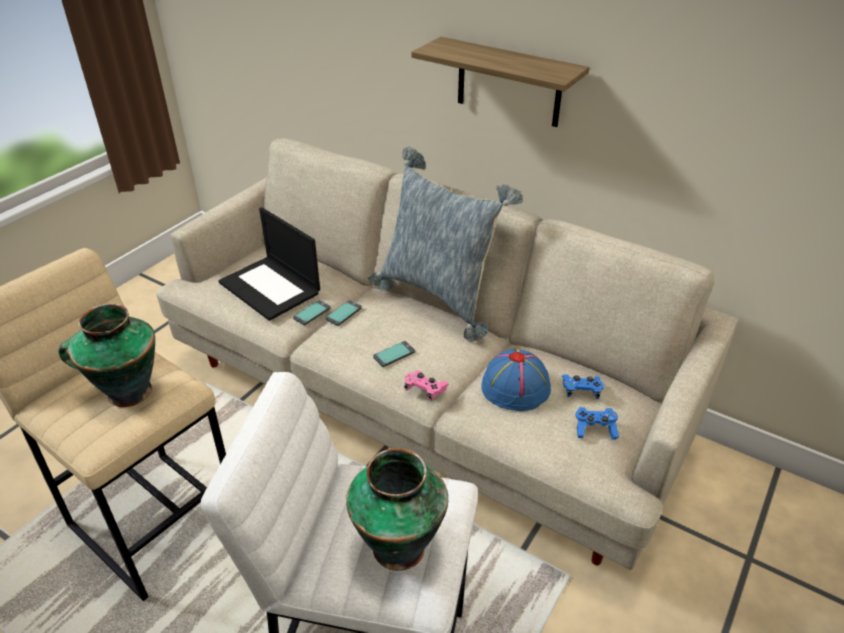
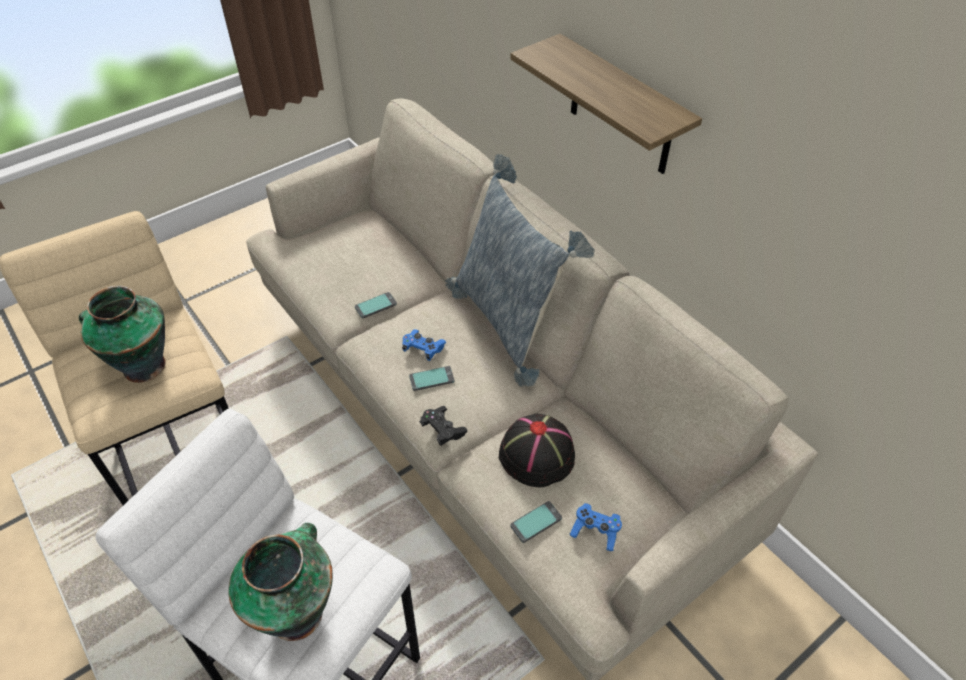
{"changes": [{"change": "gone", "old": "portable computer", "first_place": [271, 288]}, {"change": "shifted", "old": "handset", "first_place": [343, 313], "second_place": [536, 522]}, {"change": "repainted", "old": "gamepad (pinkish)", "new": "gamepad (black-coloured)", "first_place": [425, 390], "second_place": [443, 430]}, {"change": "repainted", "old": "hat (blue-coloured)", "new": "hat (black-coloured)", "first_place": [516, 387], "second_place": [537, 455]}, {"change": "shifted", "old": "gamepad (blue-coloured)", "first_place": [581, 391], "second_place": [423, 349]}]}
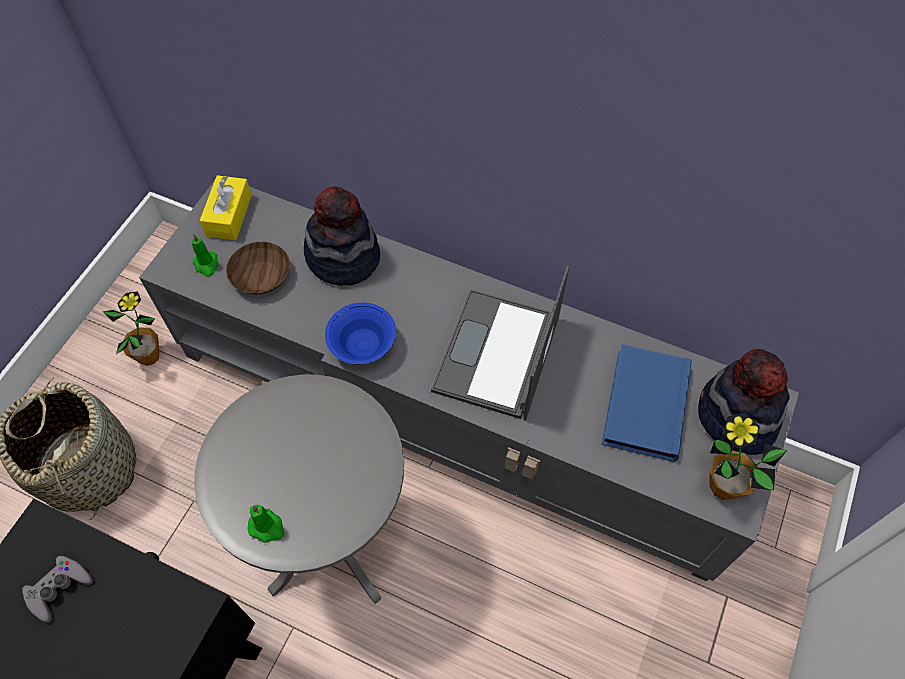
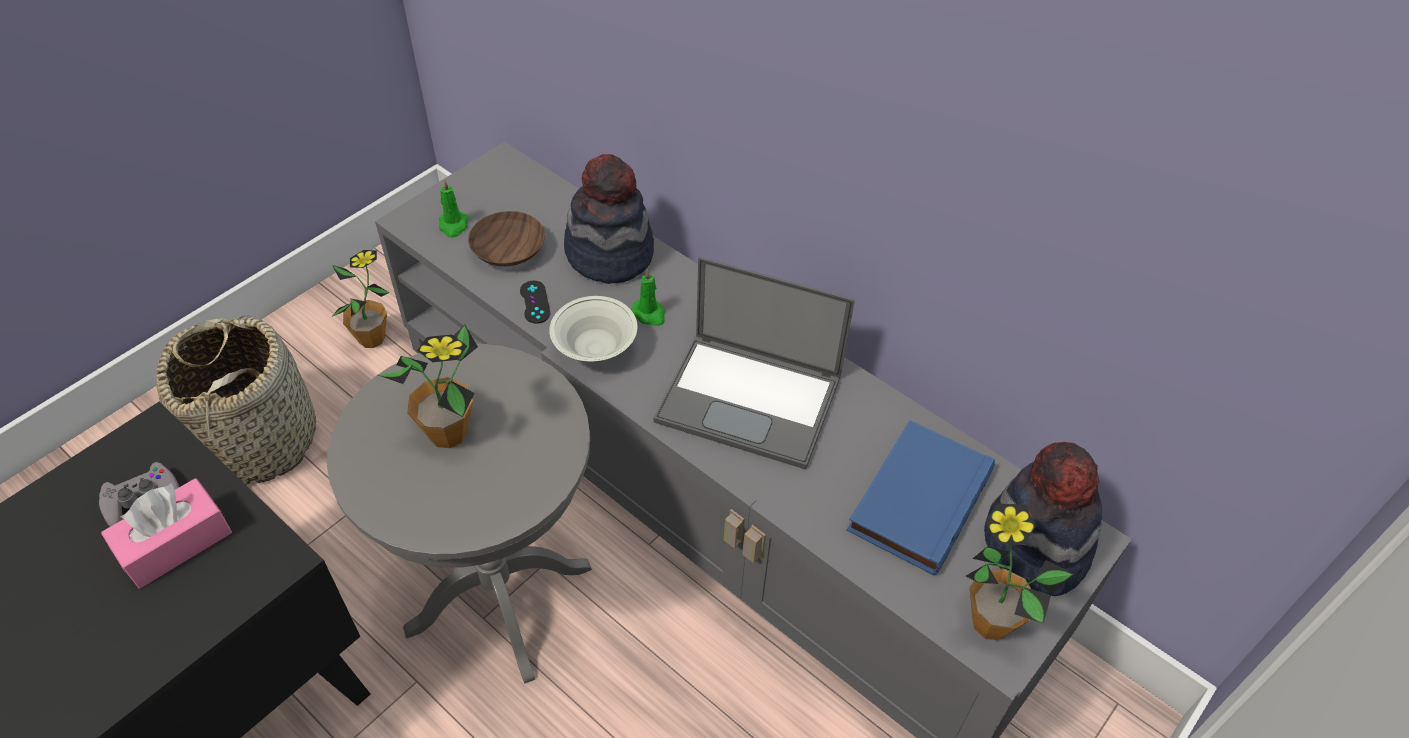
{"changes": [{"change": "gone", "old": "tissue holder (yellow-coloured)", "first_place": [229, 215]}, {"change": "shifted", "old": "candle (green)", "first_place": [267, 527], "second_place": [649, 314]}, {"change": "repainted", "old": "serving bowl (blue-coloured)", "new": "serving bowl (whitish)", "first_place": [363, 346], "second_place": [595, 350]}, {"change": "rotated", "old": "portable computer", "first_place": [497, 356], "second_place": [751, 399], "degrees": -105}, {"change": "new", "new": "tissue holder (pinkish)", "second_place": [175, 543]}, {"change": "new", "new": "plant in a pot", "second_place": [448, 433]}, {"change": "new", "new": "gamepad (black-coloured)", "second_place": [535, 302]}]}
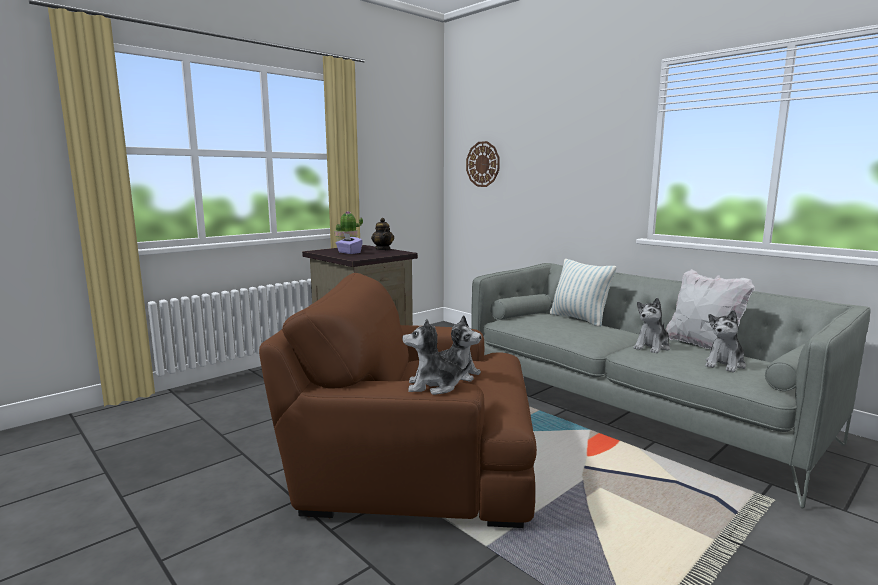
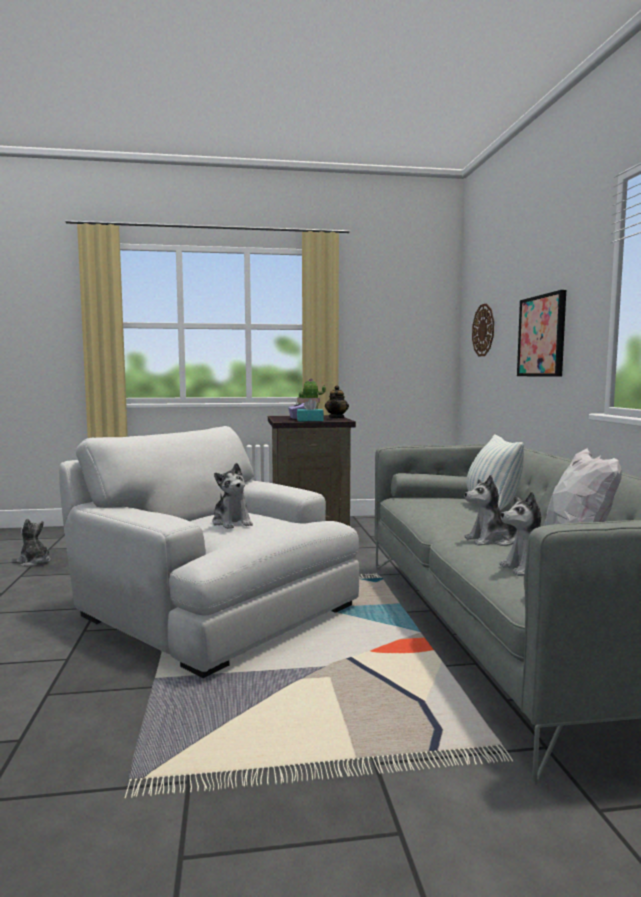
{"changes": [{"change": "repainted", "old": "lounge chair (brown-coloured)", "new": "lounge chair (whitish)", "first_place": [413, 462], "second_place": [213, 609]}, {"change": "shifted", "old": "plush toy", "first_place": [434, 386], "second_place": [34, 562]}, {"change": "new", "new": "tissue holder (blue-green)", "second_place": [310, 420]}, {"change": "new", "new": "wall picture", "second_place": [542, 336]}]}
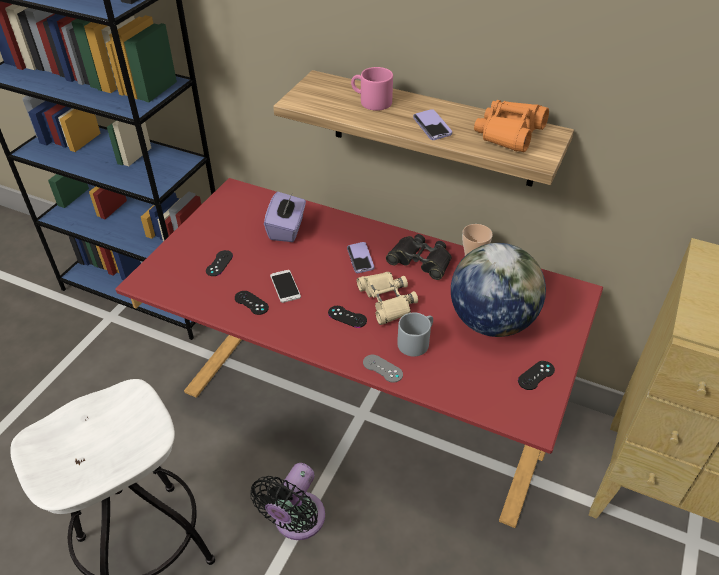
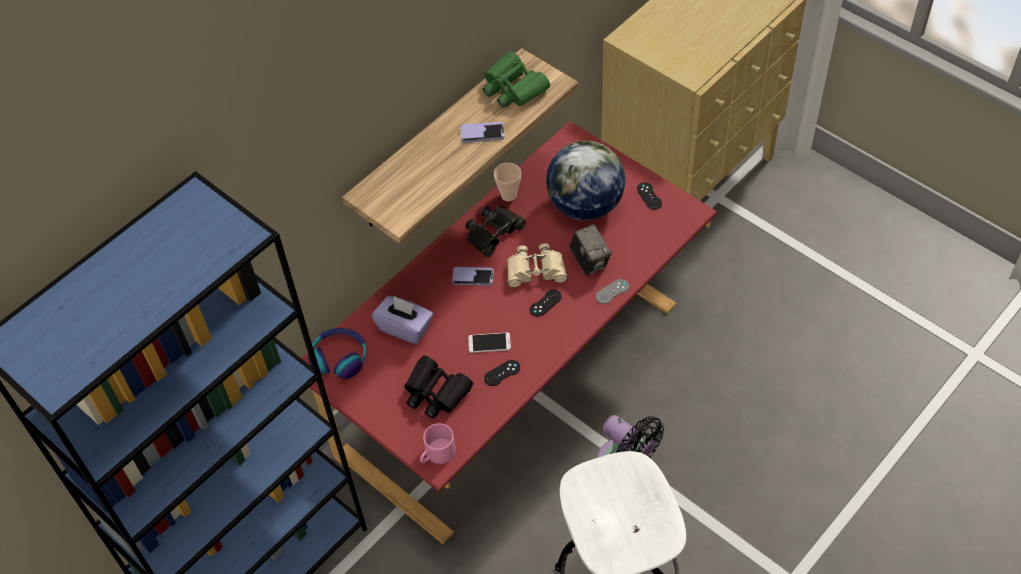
{"changes": [{"change": "swapped", "old": "gamepad (black-coloured)", "new": "pair of binoculars (black-coloured)", "first_place": [219, 263], "second_place": [435, 393]}, {"change": "shifted", "old": "tea mug (pinkish)", "first_place": [370, 101], "second_place": [437, 454]}, {"change": "swapped", "old": "tea mug (gray)", "new": "photo camera", "first_place": [416, 341], "second_place": [590, 261]}, {"change": "repainted", "old": "pair of binoculars (orangey)", "new": "pair of binoculars (green)", "first_place": [509, 133], "second_place": [513, 88]}, {"change": "new", "new": "headset", "second_place": [339, 357]}]}
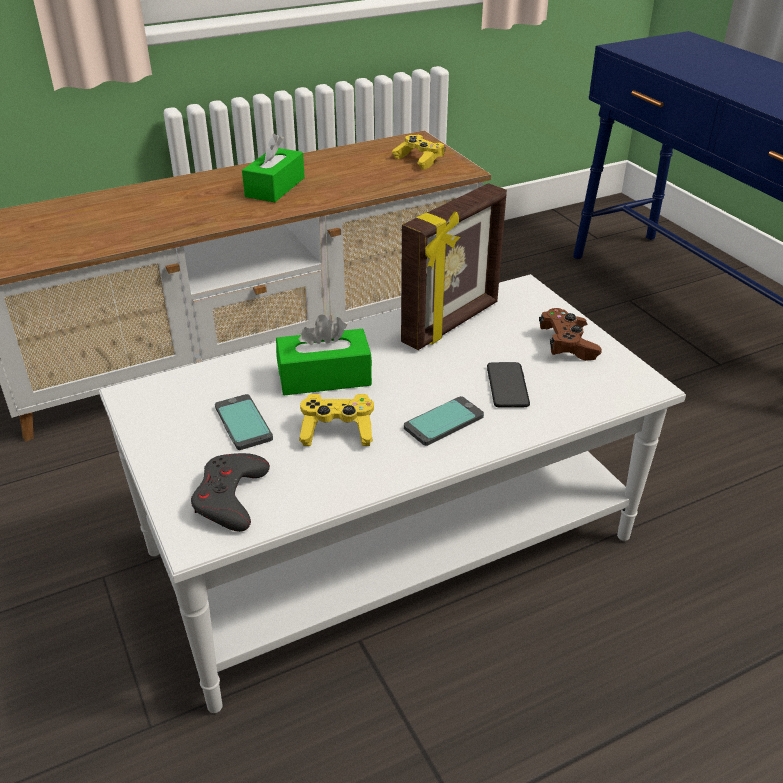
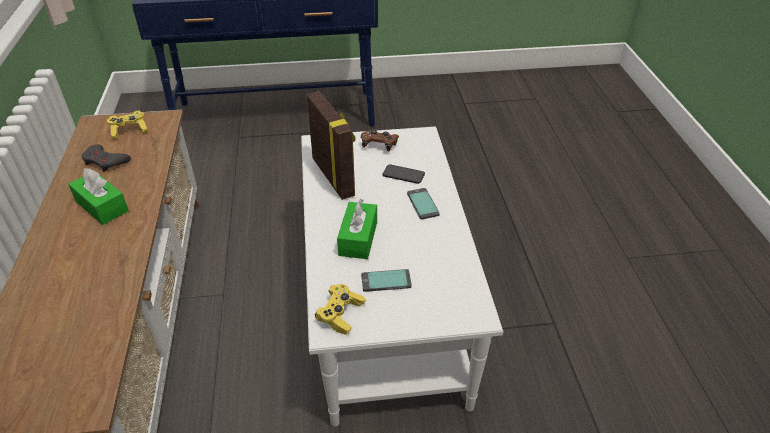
{"changes": [{"change": "shifted", "old": "gamepad (gray)", "first_place": [230, 497], "second_place": [105, 161]}, {"change": "shifted", "old": "gamepad (yellow-coloured)", "first_place": [337, 431], "second_place": [340, 314]}]}
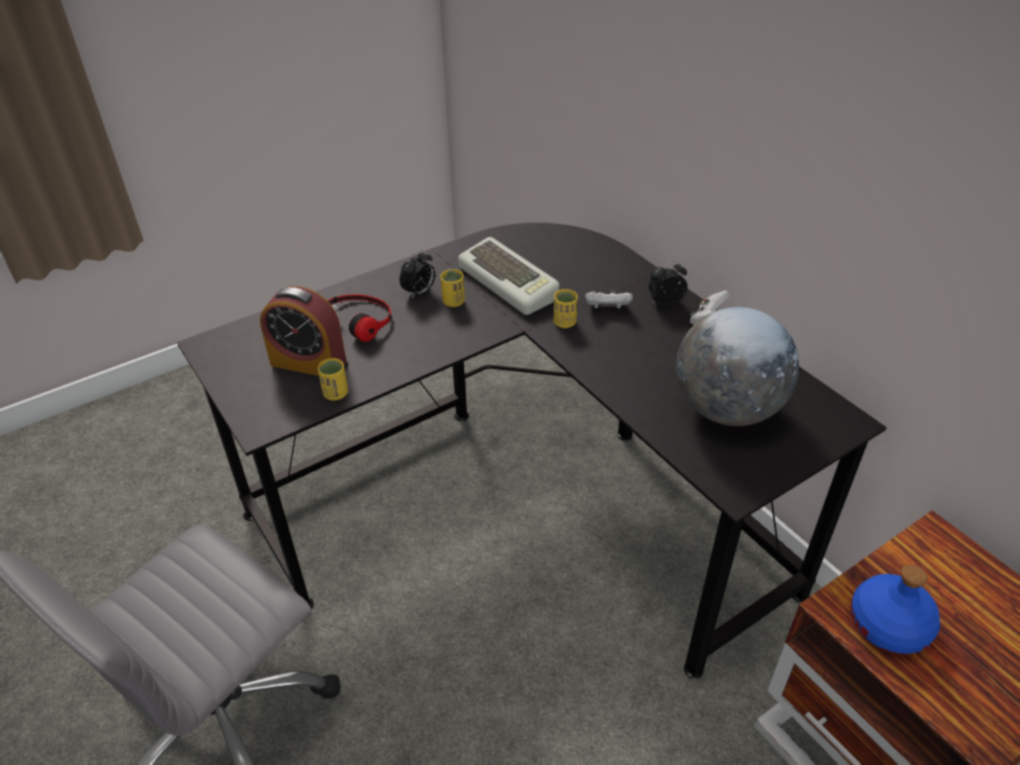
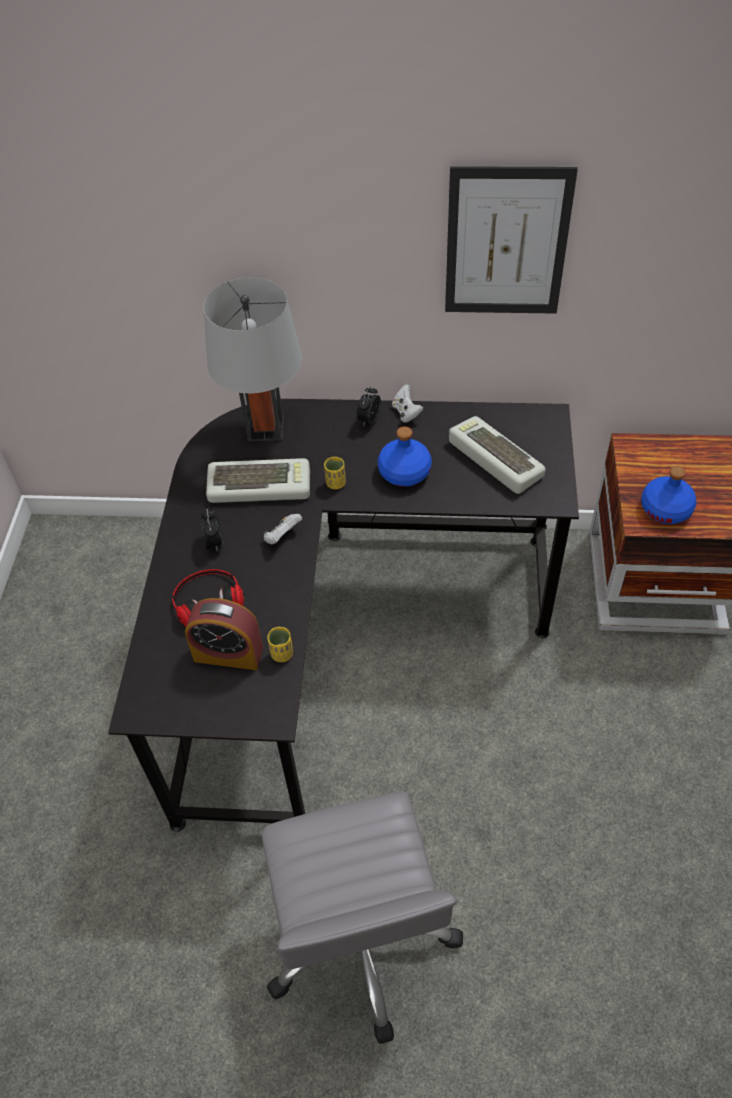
{"changes": [{"change": "rotated", "old": "alarm clock", "first_place": [308, 362], "second_place": [228, 654], "degrees": 45}, {"change": "gone", "old": "cup (yellow-coloured)", "first_place": [453, 302]}, {"change": "shifted", "old": "gamepad (whitish)", "first_place": [607, 309], "second_place": [282, 536]}, {"change": "swapped", "old": "globe", "new": "computer keyboard", "first_place": [726, 409], "second_place": [492, 459]}, {"change": "new", "new": "table lamp (gray)", "second_place": [265, 429]}, {"change": "new", "new": "bottle (blue-coloured)", "second_place": [404, 472]}, {"change": "new", "new": "wall picture", "second_place": [506, 243]}]}
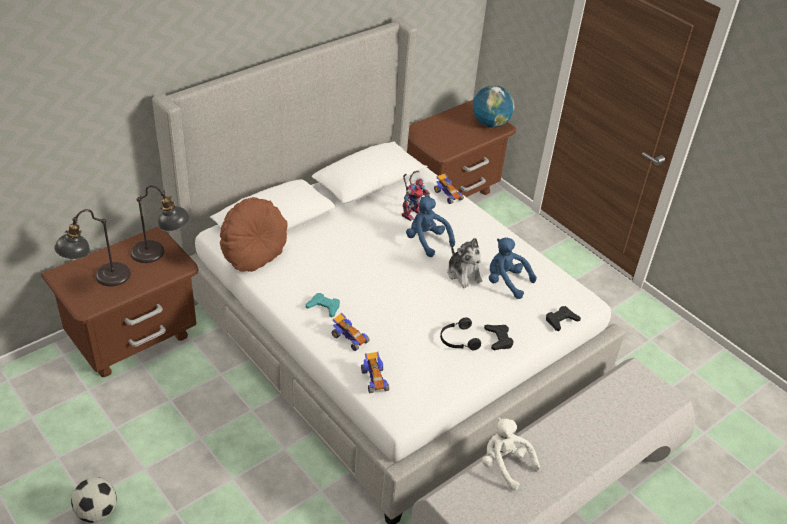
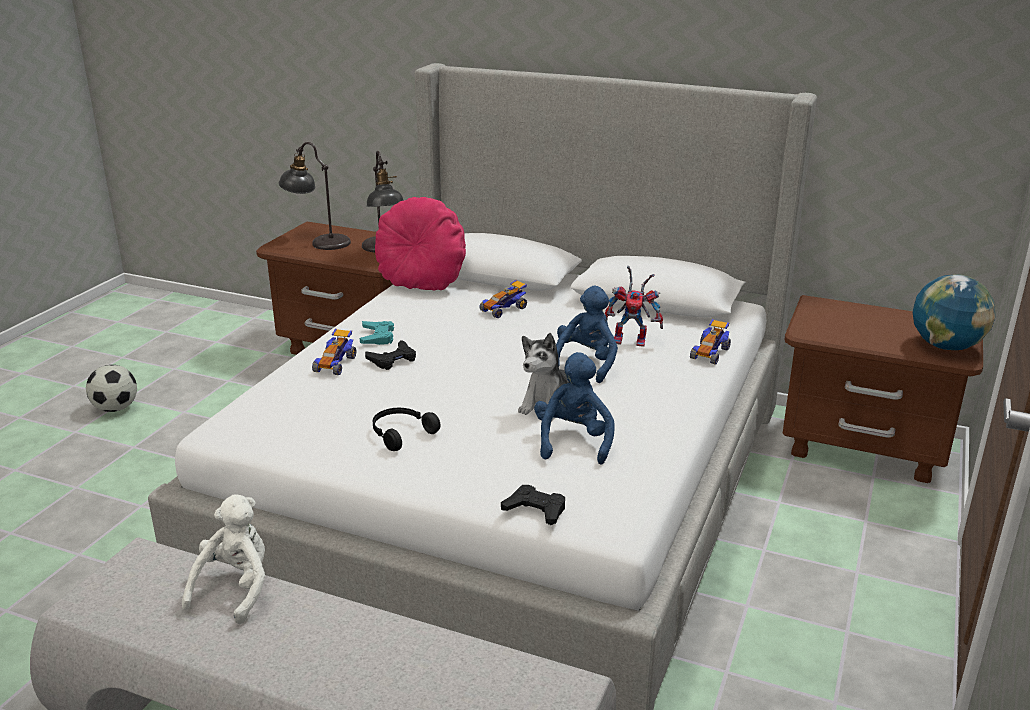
{"changes": [{"change": "repainted", "old": "throw pillow (brown-coloured)", "new": "throw pillow (pinkish)", "first_place": [255, 259], "second_place": [422, 285]}, {"change": "shifted", "old": "model car", "first_place": [374, 379], "second_place": [504, 309]}, {"change": "shifted", "old": "gamepad (black-coloured)", "first_place": [498, 339], "second_place": [392, 360]}]}
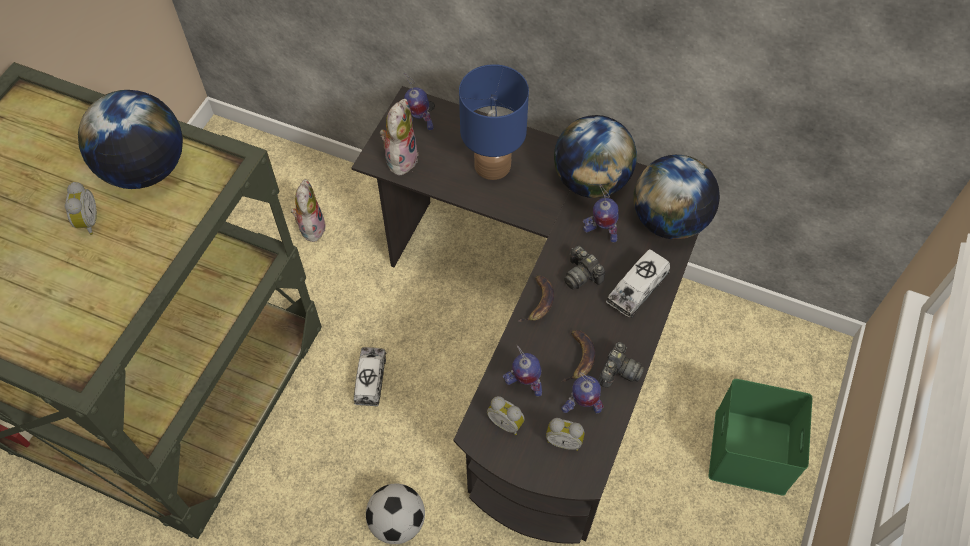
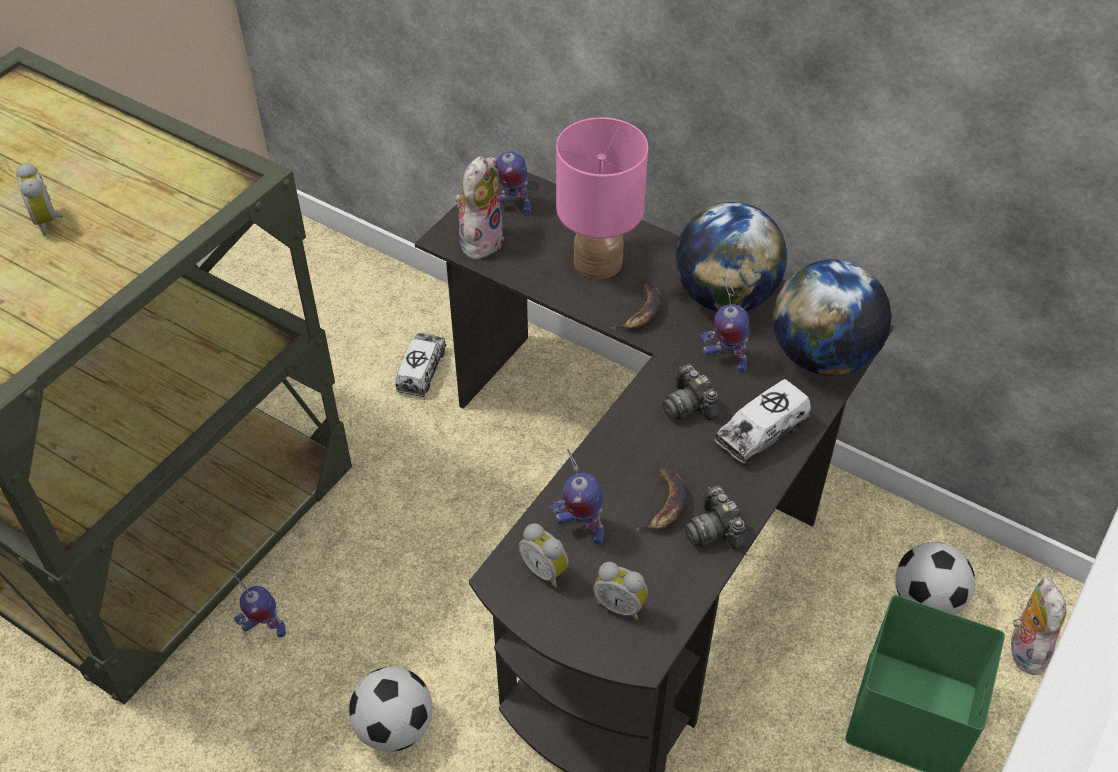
{"changes": [{"change": "rotated", "old": "alarm clock", "first_place": [87, 222], "second_place": [49, 221], "degrees": 150}, {"change": "gone", "old": "globe", "first_place": [146, 170]}, {"change": "shifted", "old": "plush toy", "first_place": [310, 227], "second_place": [1023, 648]}, {"change": "shifted", "old": "toy lorry", "first_place": [370, 379], "second_place": [421, 371]}, {"change": "repainted", "old": "table lamp (blue-coloured)", "new": "table lamp (pinkish)", "first_place": [492, 165], "second_place": [597, 262]}, {"change": "shifted", "old": "banana fruit", "first_place": [538, 302], "second_place": [641, 312]}, {"change": "shifted", "old": "robot figure", "first_place": [581, 407], "second_place": [264, 628]}, {"change": "rotated", "old": "photo camera", "first_place": [618, 372], "second_place": [714, 530], "degrees": 120}, {"change": "new", "new": "football ball", "second_place": [926, 600]}]}
